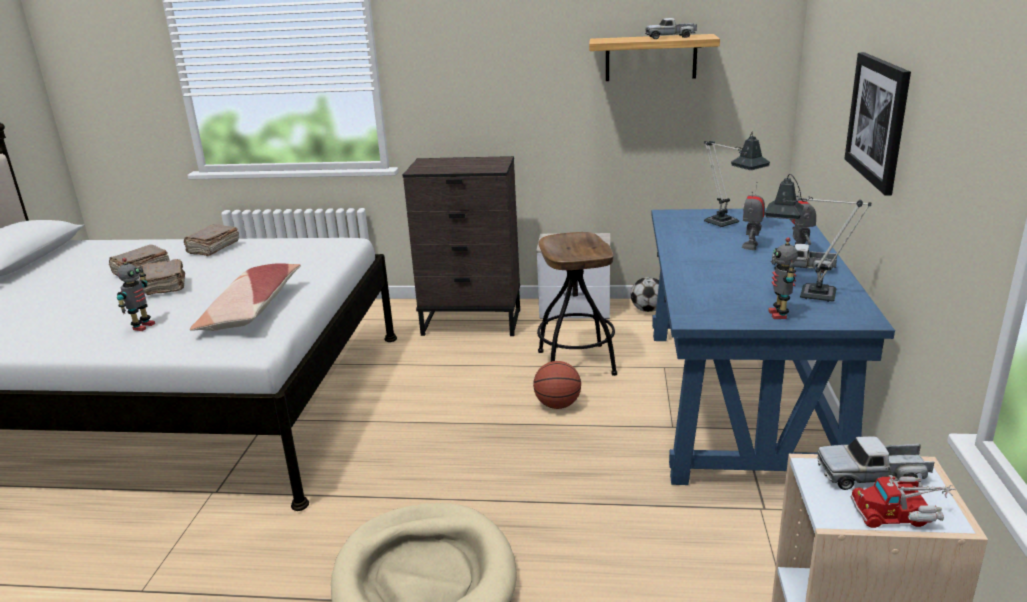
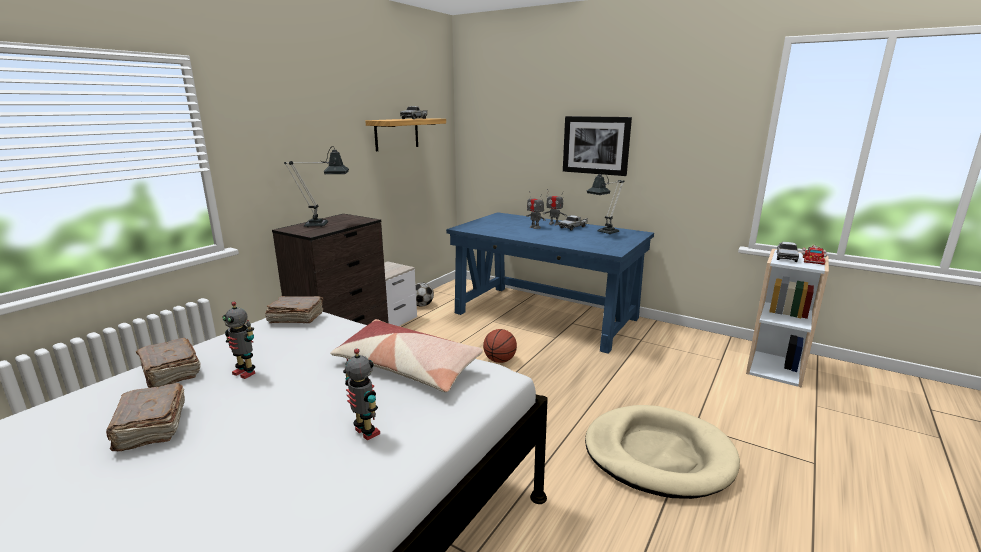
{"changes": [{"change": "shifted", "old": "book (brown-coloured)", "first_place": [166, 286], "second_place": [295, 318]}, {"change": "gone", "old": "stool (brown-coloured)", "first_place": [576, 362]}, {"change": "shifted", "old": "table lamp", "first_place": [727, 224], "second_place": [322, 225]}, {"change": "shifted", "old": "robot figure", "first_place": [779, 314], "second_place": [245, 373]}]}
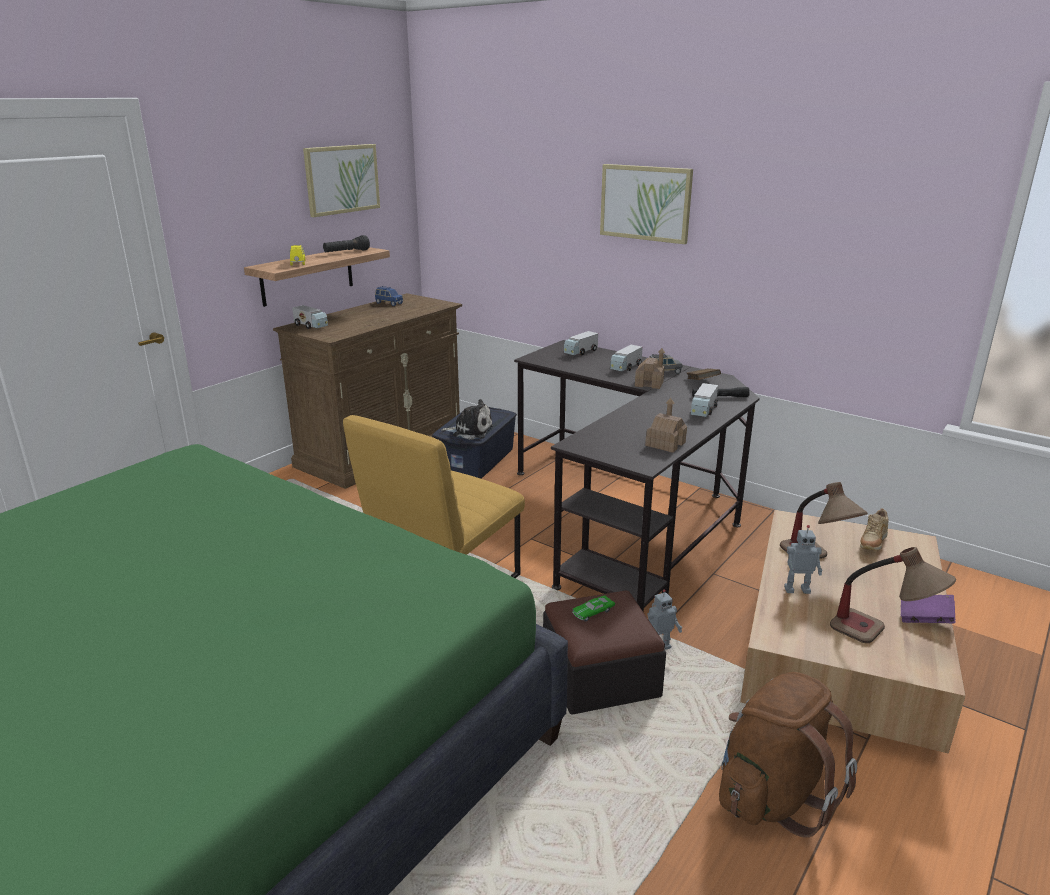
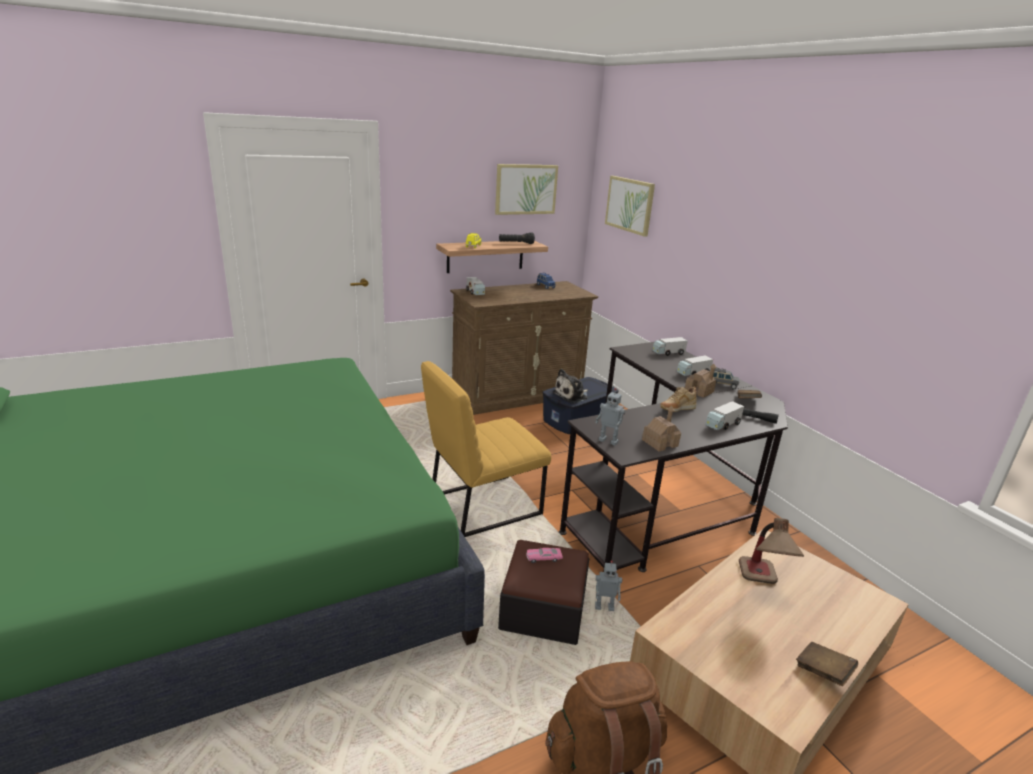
{"changes": [{"change": "rotated", "old": "plush toy", "first_place": [470, 431], "second_place": [572, 395], "degrees": 105}, {"change": "repainted", "old": "model car (green)", "new": "model car (pinkish)", "first_place": [593, 612], "second_place": [543, 558]}, {"change": "shifted", "old": "wall picture", "first_place": [645, 203], "second_place": [630, 205]}, {"change": "shifted", "old": "robot figure", "first_place": [796, 589], "second_place": [608, 441]}, {"change": "gone", "old": "table lamp", "first_place": [882, 638]}, {"change": "shifted", "old": "shoe (beige)", "first_place": [872, 544], "second_place": [676, 410]}, {"change": "repainted", "old": "book (purplish)", "new": "book (brown-coloured)", "first_place": [924, 619], "second_place": [823, 672]}]}
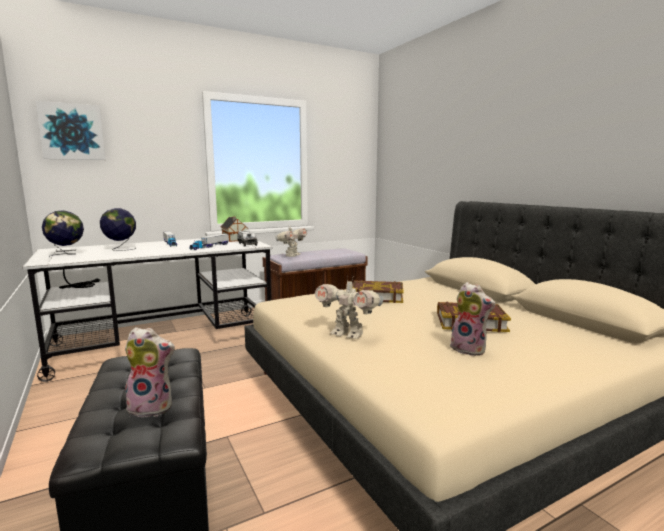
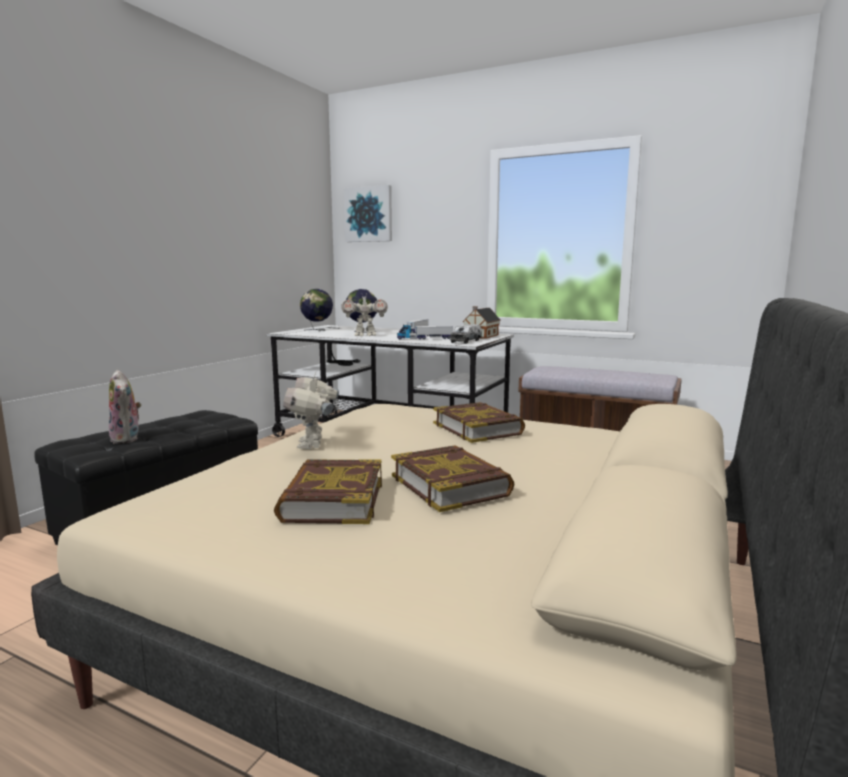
{"changes": [{"change": "shifted", "old": "robot figure", "first_place": [291, 256], "second_place": [365, 336]}, {"change": "swapped", "old": "plush toy", "new": "book", "first_place": [469, 349], "second_place": [332, 500]}]}
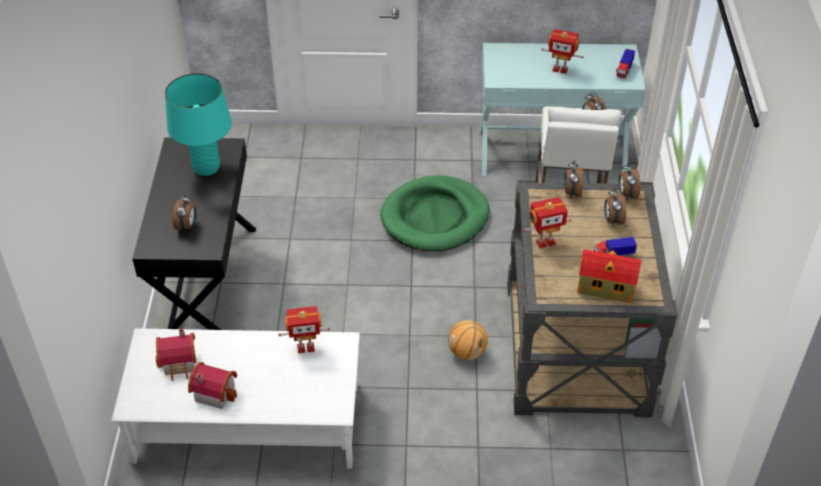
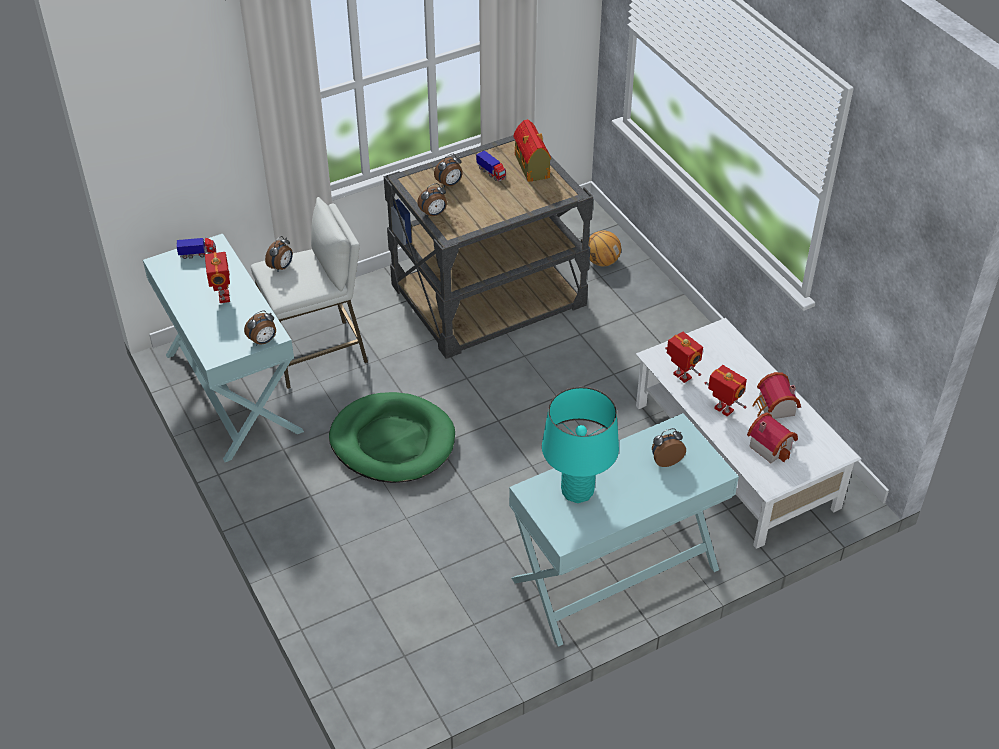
{"changes": [{"change": "repainted", "old": "desk table (black-coloured)", "new": "desk table (blue-green)", "first_place": [207, 284], "second_place": [615, 574]}, {"change": "shifted", "old": "ball for basketball", "first_place": [467, 352], "second_place": [602, 262]}, {"change": "shifted", "old": "robot figure", "first_place": [545, 241], "second_place": [723, 410]}, {"change": "shifted", "old": "alarm clock", "first_place": [626, 195], "second_place": [263, 341]}]}
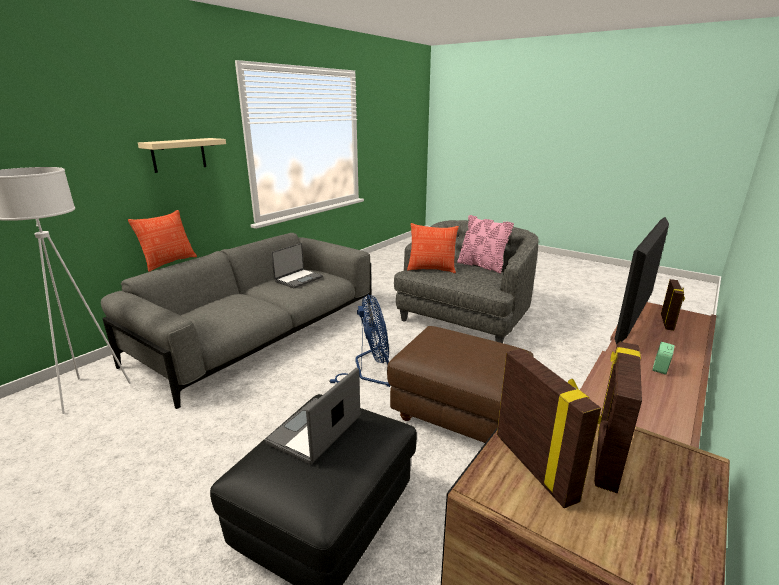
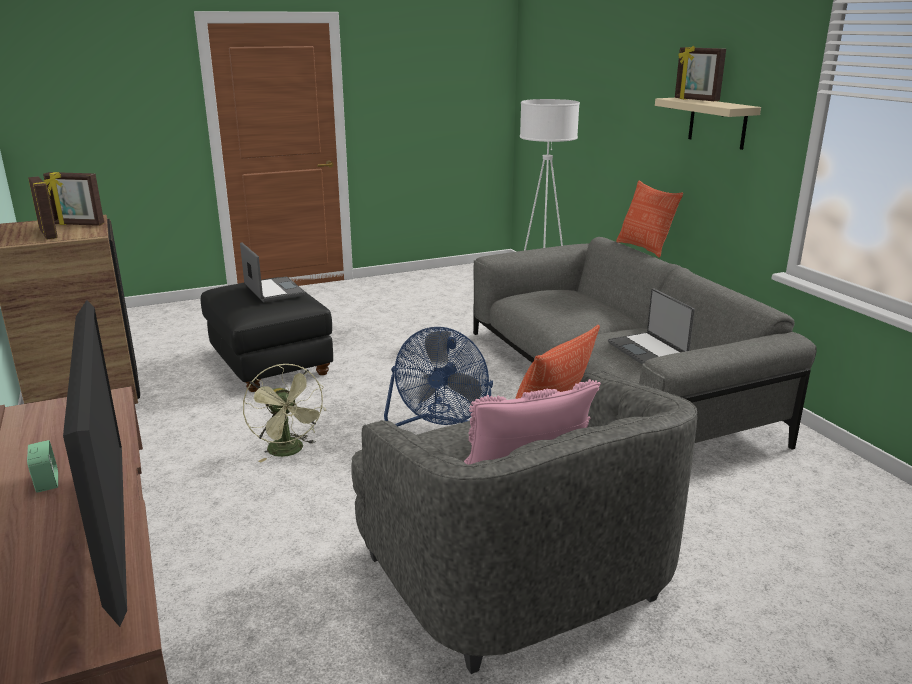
{"changes": [{"change": "swapped", "old": "footrest (brown-coloured)", "new": "fan (green)", "first_place": [457, 414], "second_place": [289, 451]}, {"change": "shifted", "old": "photo frame", "first_place": [667, 322], "second_place": [696, 100]}]}
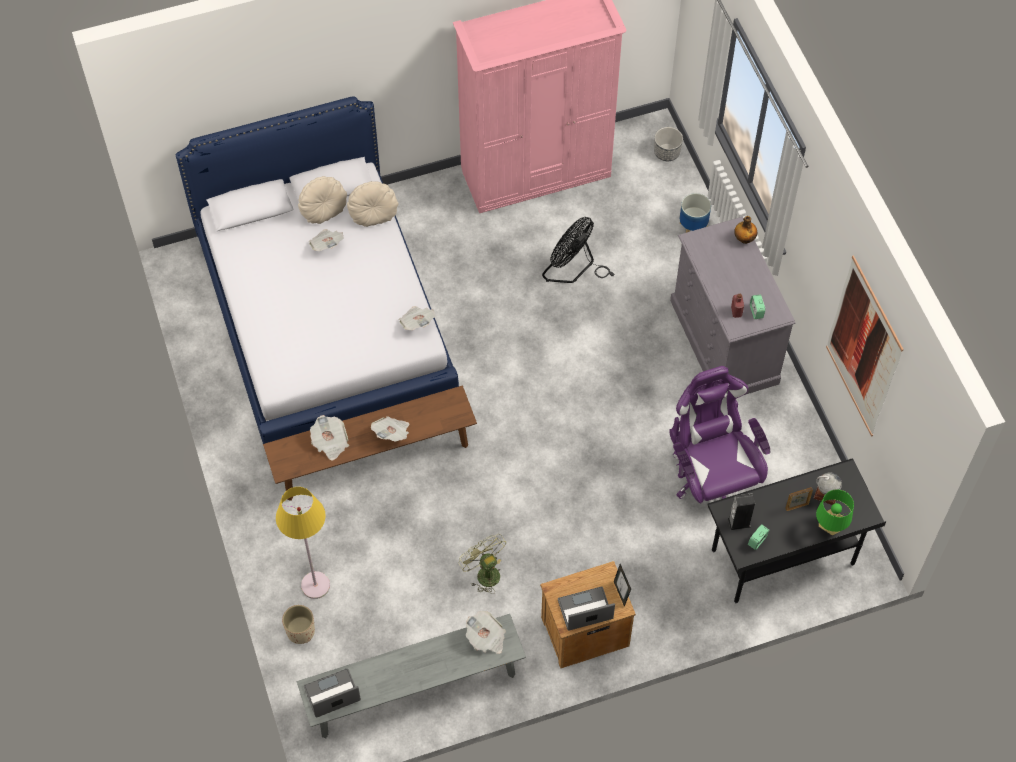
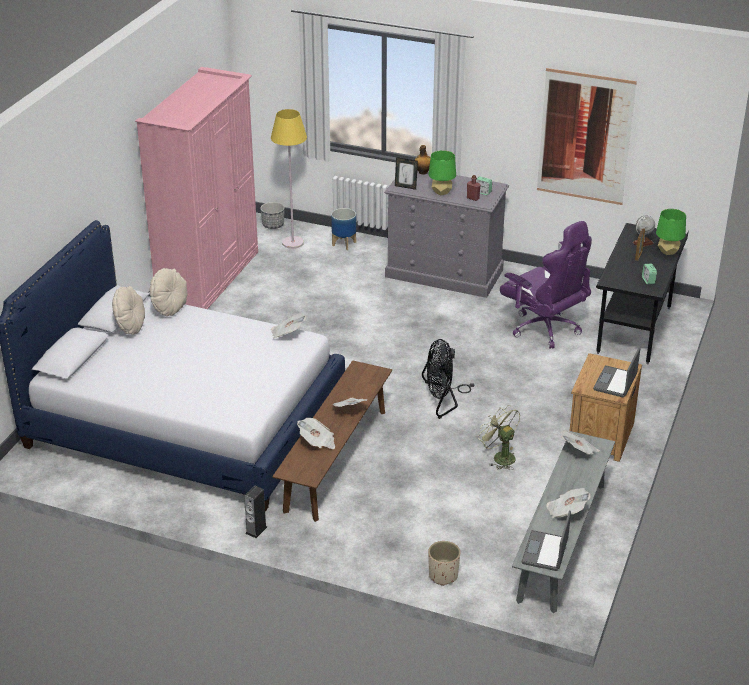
{"changes": [{"change": "shifted", "old": "standard lamp (yellow-coloured)", "first_place": [315, 585], "second_place": [292, 243]}, {"change": "shifted", "old": "newspaper", "first_place": [327, 245], "second_place": [566, 511]}, {"change": "rotated", "old": "fan (green)", "first_place": [484, 573], "second_place": [500, 457], "degrees": 45}, {"change": "shifted", "old": "fan (black-coloured)", "first_place": [577, 266], "second_place": [444, 397]}, {"change": "shifted", "old": "photo frame", "first_place": [621, 593], "second_place": [405, 187]}, {"change": "rotated", "old": "office chair (purplish)", "first_place": [711, 479], "second_place": [542, 327], "degrees": -150}, {"change": "shifted", "old": "audio speaker", "first_place": [739, 522], "second_place": [256, 530]}, {"change": "new", "new": "table lamp (green)", "second_place": [441, 192]}]}
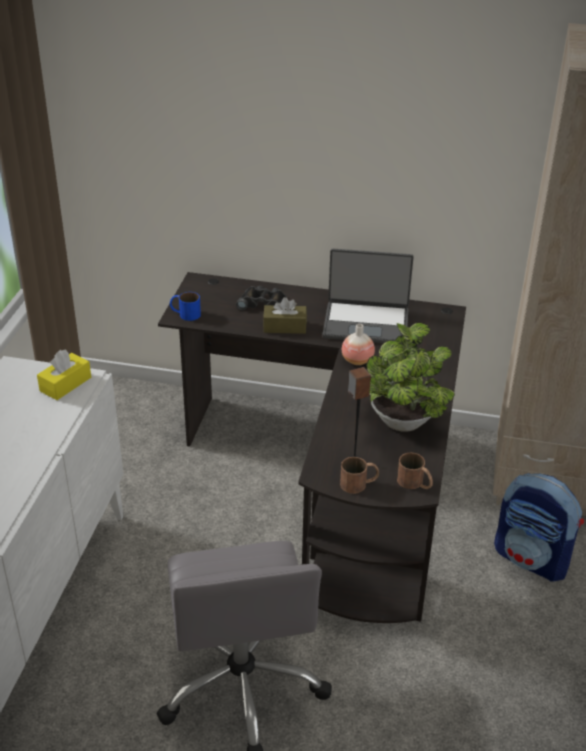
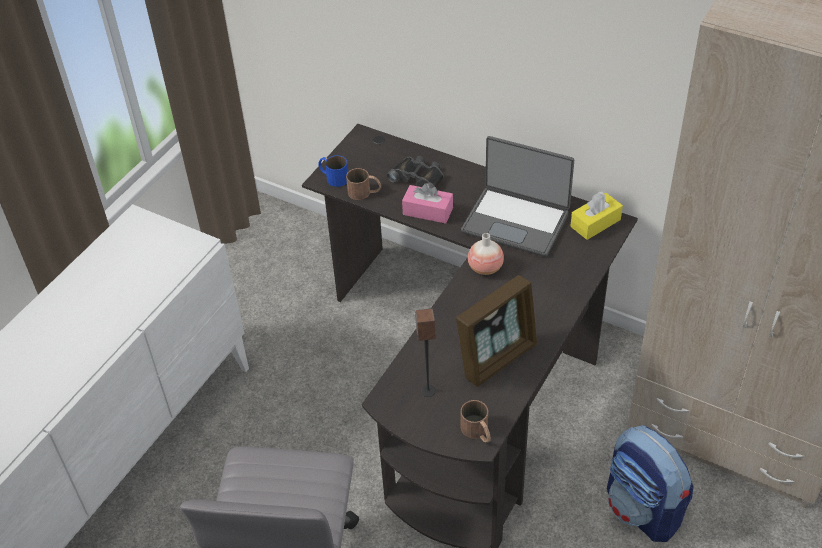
{"changes": [{"change": "shifted", "old": "tissue holder (yellow-coloured)", "first_place": [65, 384], "second_place": [595, 223]}, {"change": "repainted", "old": "tissue holder (brown-coloured)", "new": "tissue holder (pinkish)", "first_place": [284, 327], "second_place": [428, 211]}, {"change": "shifted", "old": "tea mug (brown-coloured)", "first_place": [359, 483], "second_place": [364, 192]}, {"change": "swapped", "old": "plant in a pot", "new": "photo frame", "first_place": [402, 424], "second_place": [497, 358]}]}
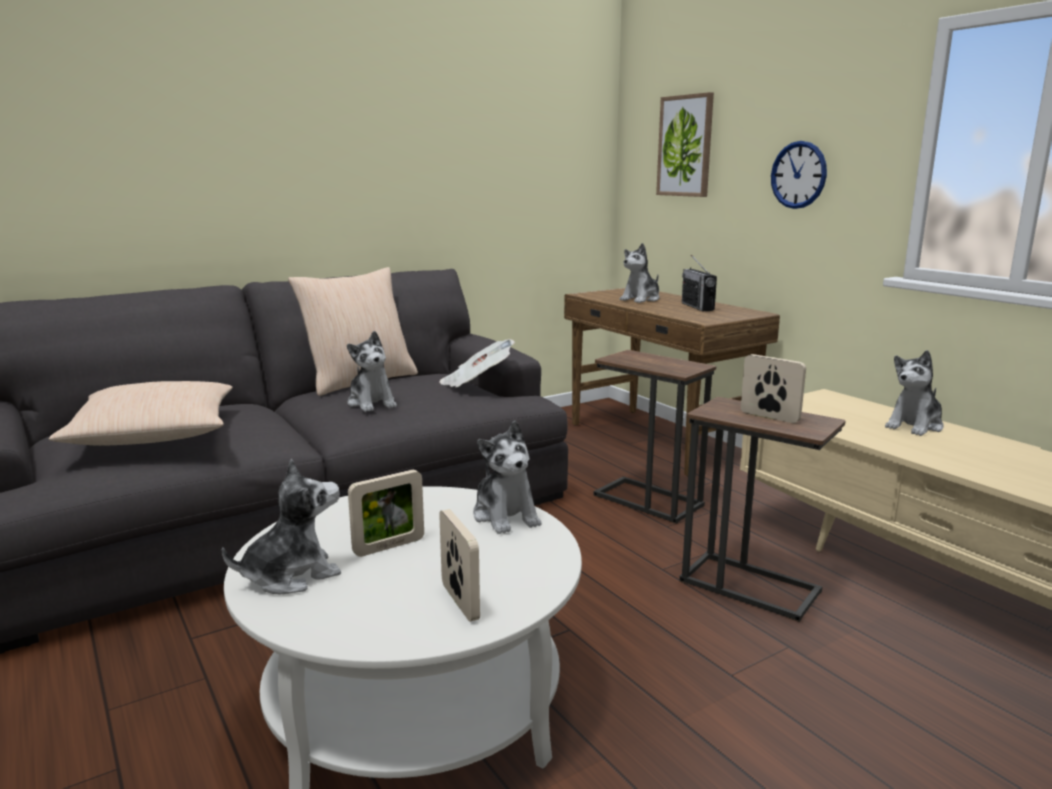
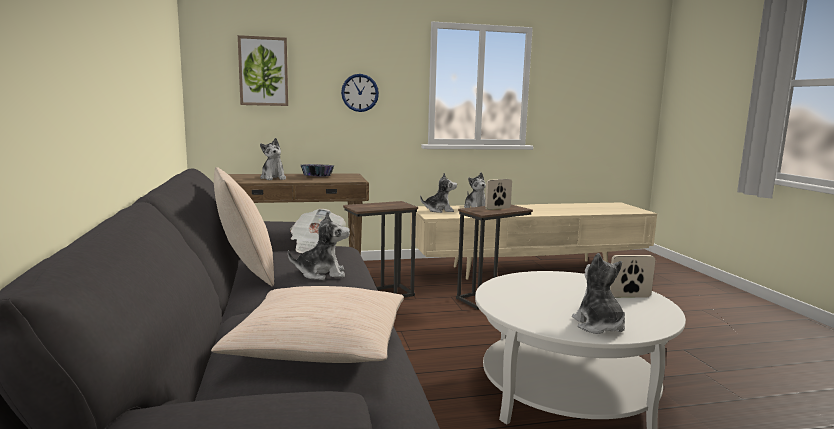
{"changes": [{"change": "gone", "old": "photo frame", "first_place": [389, 546]}, {"change": "shifted", "old": "plush toy", "first_place": [506, 516], "second_place": [439, 210]}, {"change": "swapped", "old": "radio set", "new": "serving bowl", "first_place": [697, 307], "second_place": [318, 176]}]}
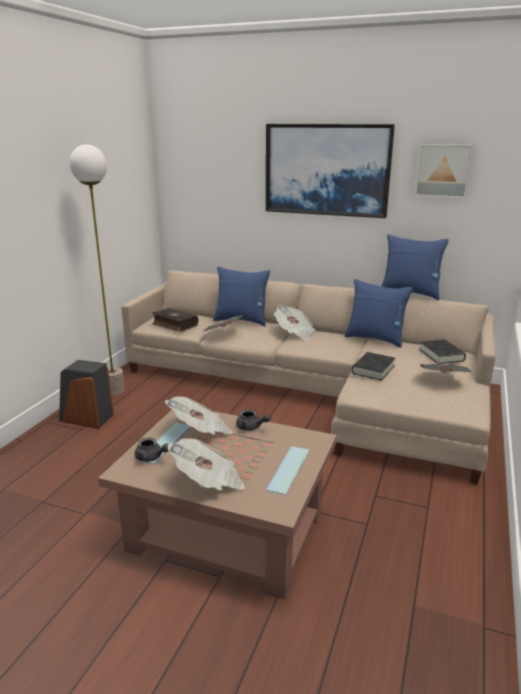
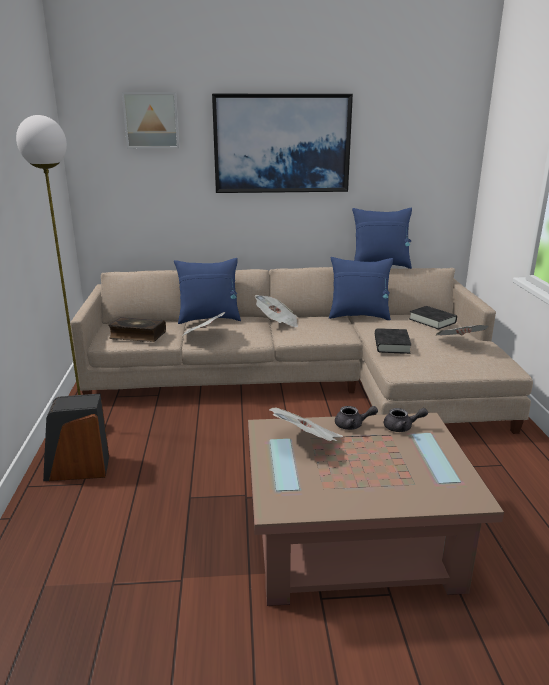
{"changes": [{"change": "shifted", "old": "tea pot (gray)", "first_place": [151, 457], "second_place": [402, 427]}, {"change": "gone", "old": "newspaper", "first_place": [208, 482]}, {"change": "shifted", "old": "wall picture", "first_place": [443, 171], "second_place": [151, 120]}]}
